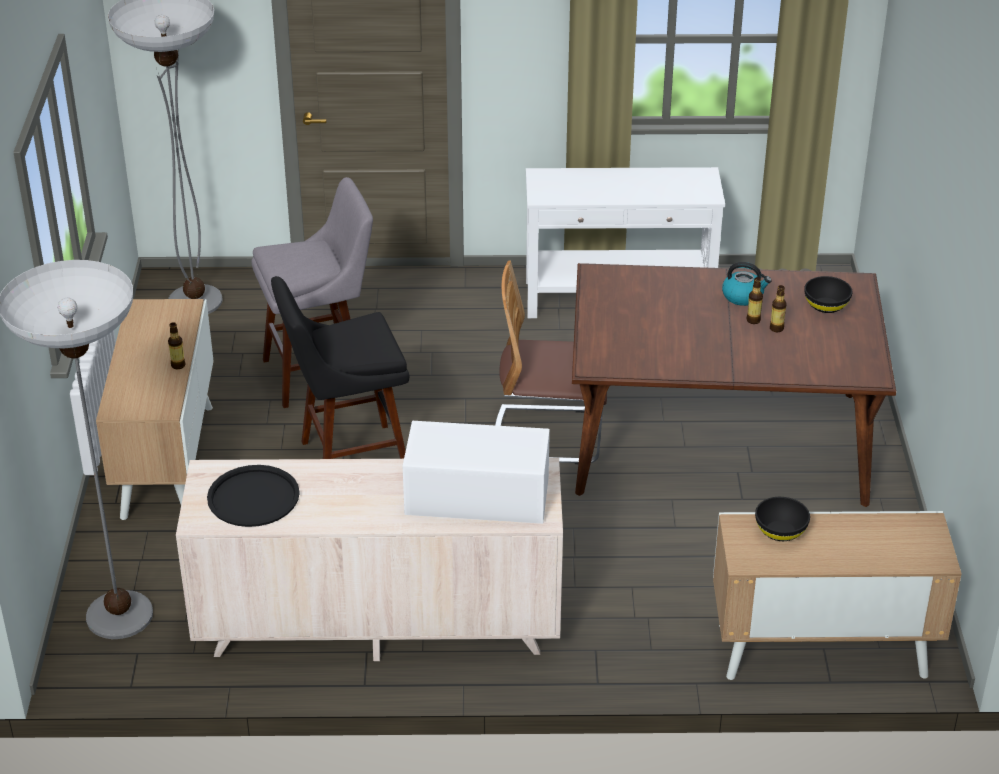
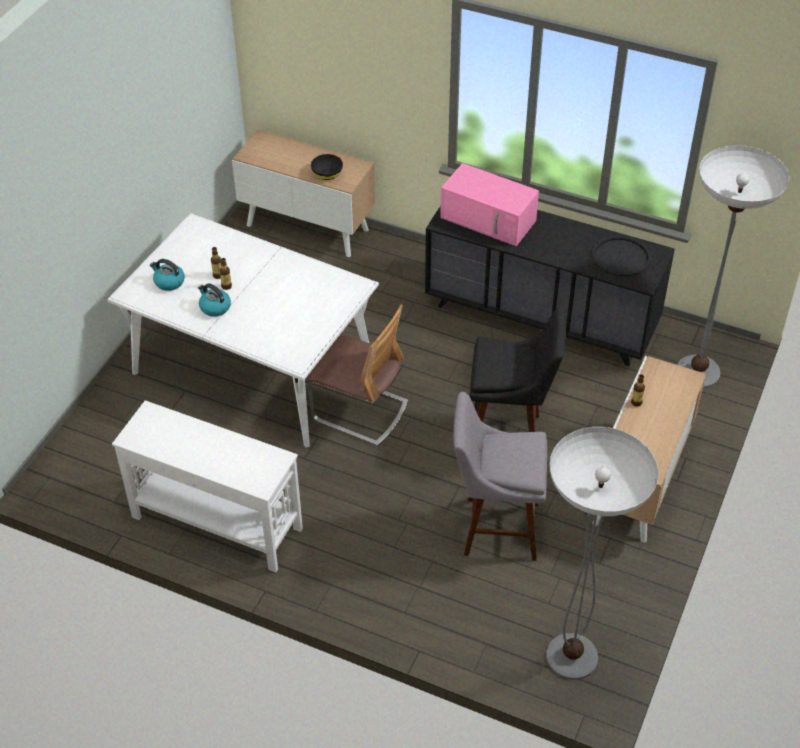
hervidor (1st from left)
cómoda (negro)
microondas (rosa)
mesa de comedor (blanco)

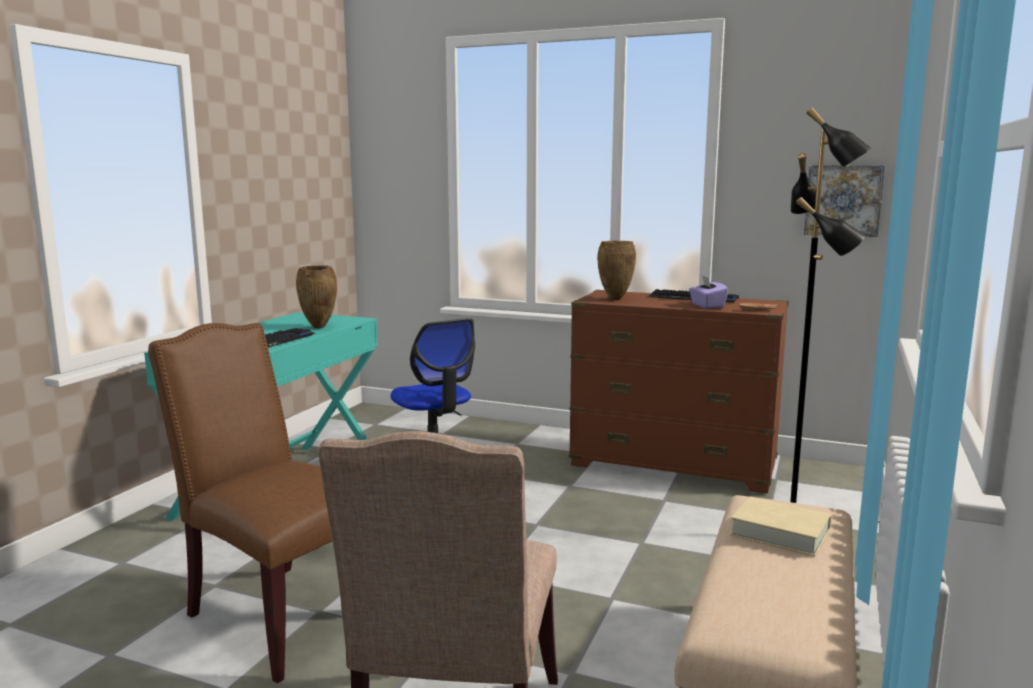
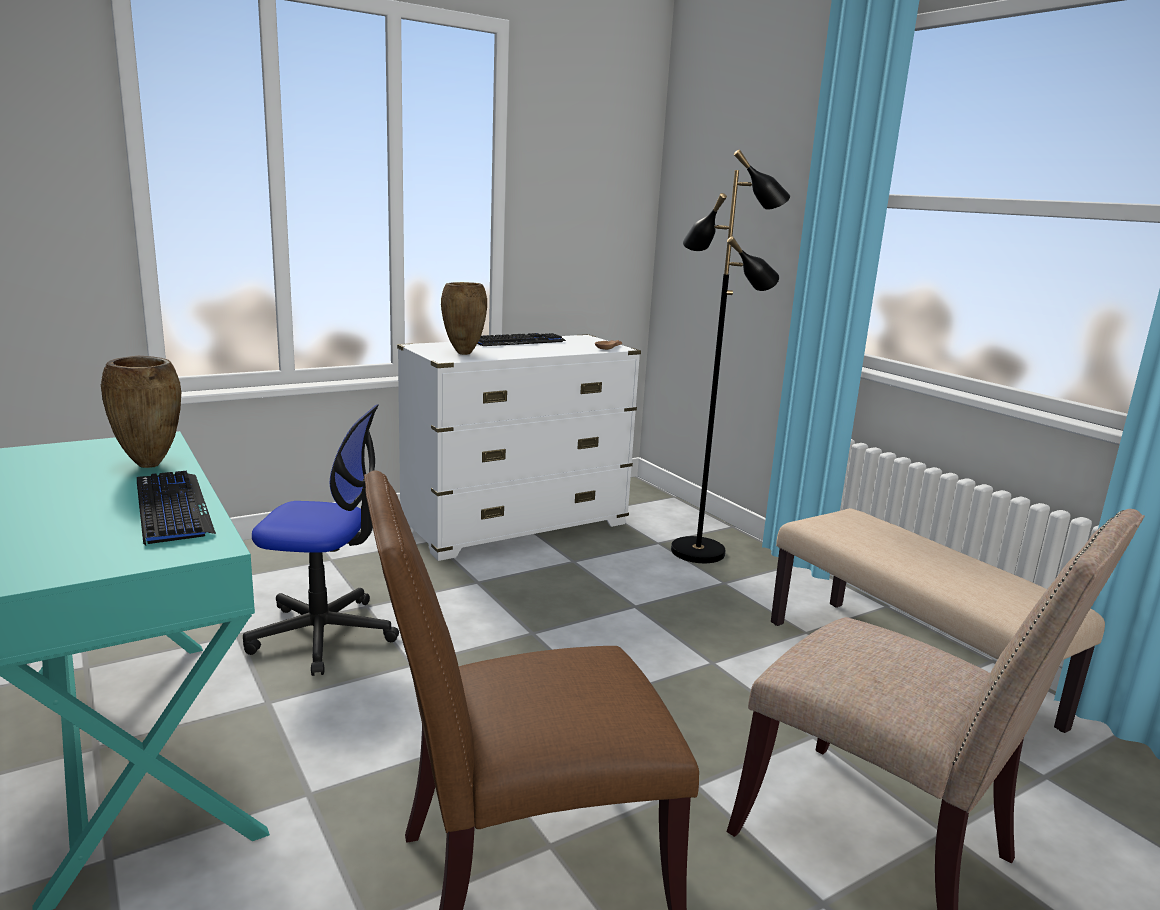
caja de pañuelos (morado)
libro (beis)
cuadro
cómoda (blanco)

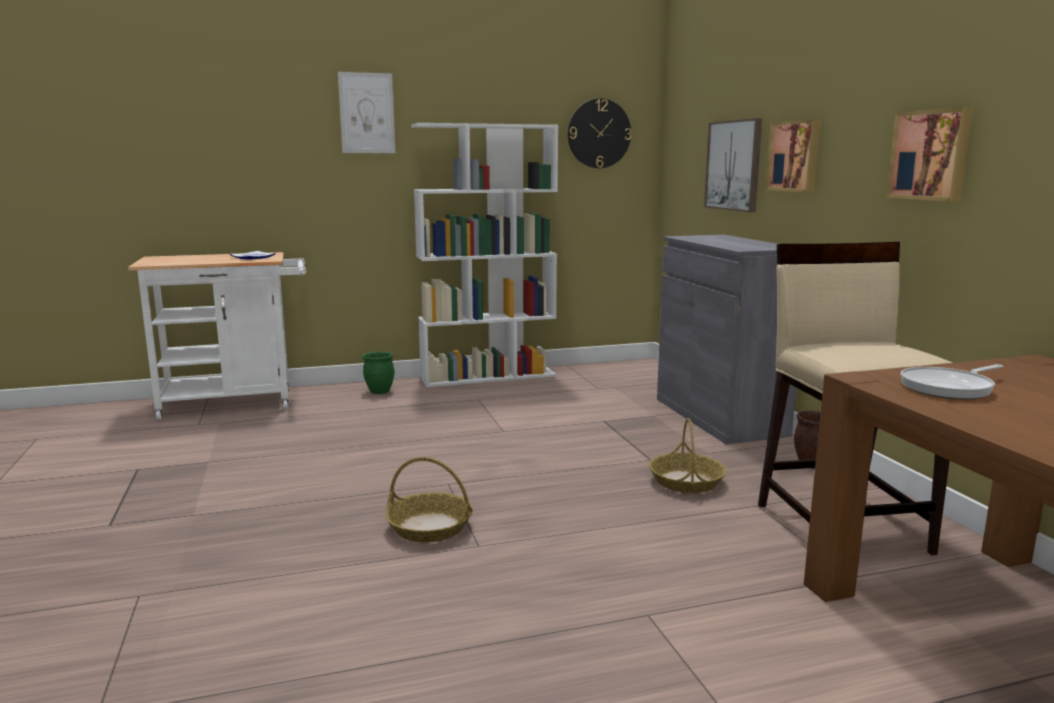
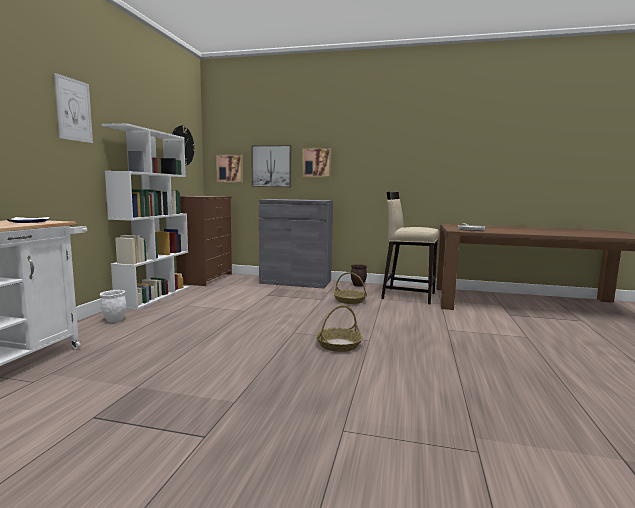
cómoda (marrón)
cuadro (2nd from left)
maceta (blanco)

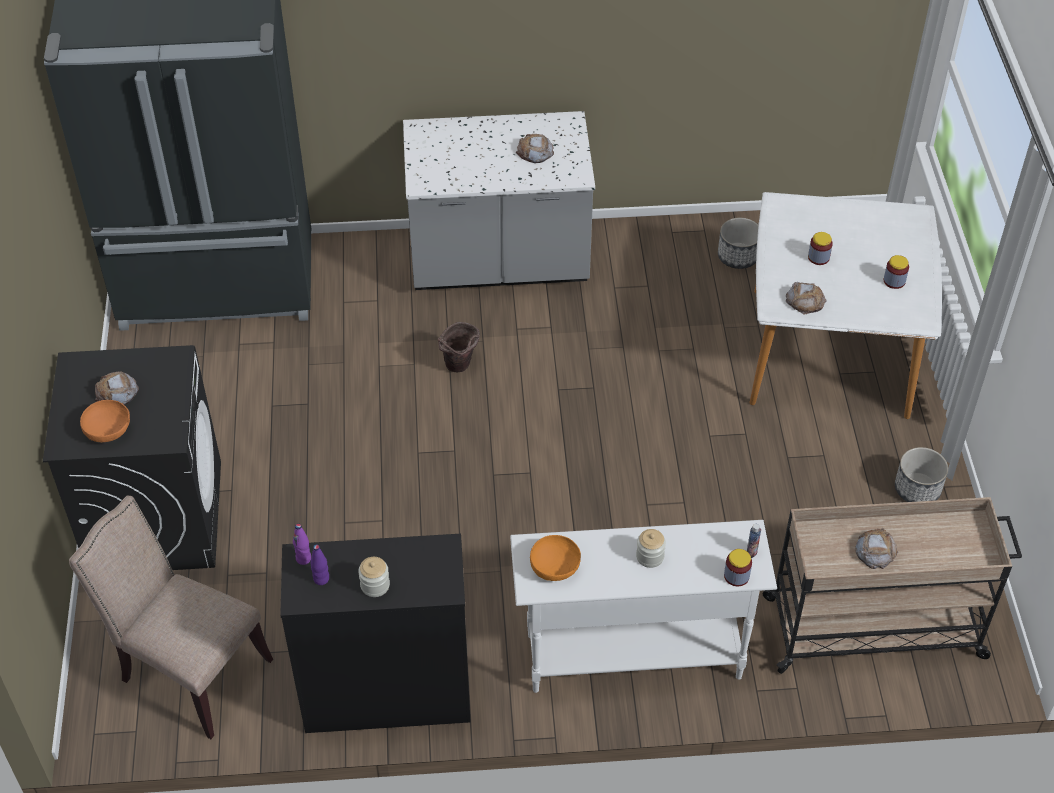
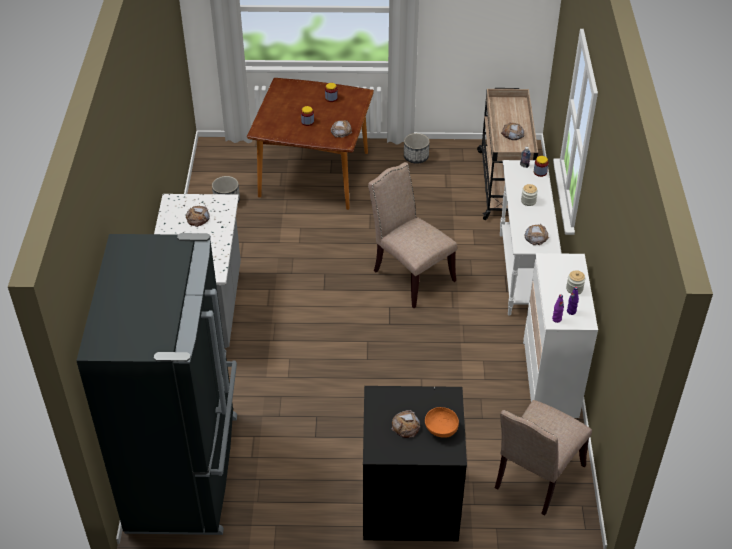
cubo (marrón)
silla (beis) (1st from left)
pan (5th from left)
cómoda (blanco)
mesa de comedor (marrón)

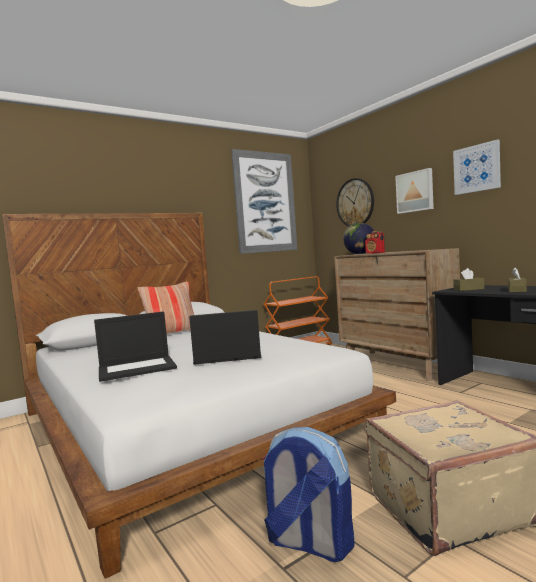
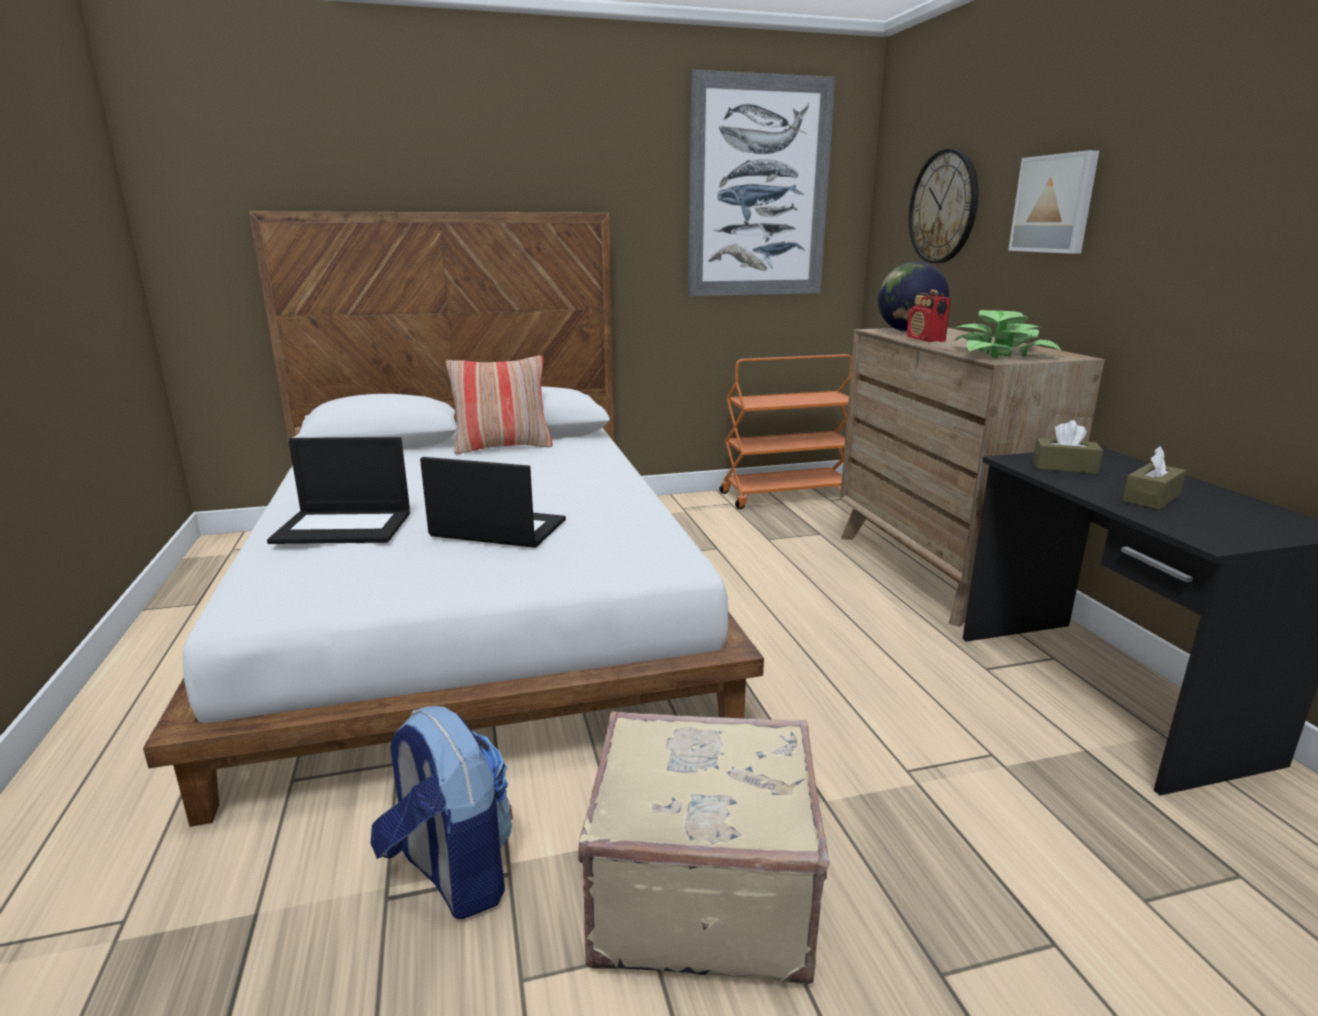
cuadro (3rd from left in the first image)
planta en maceta

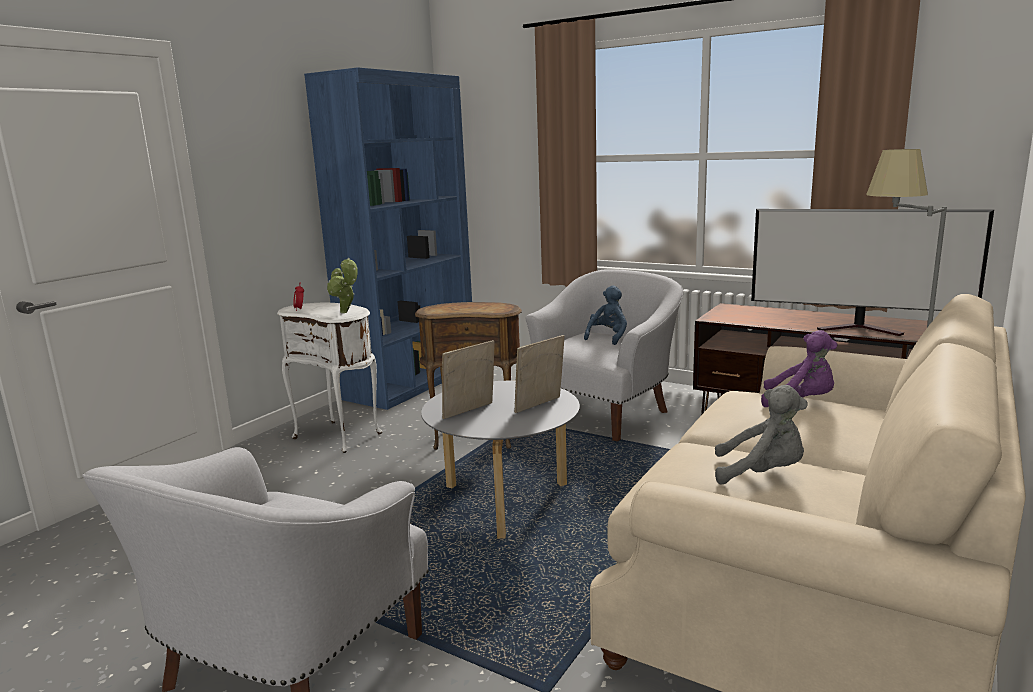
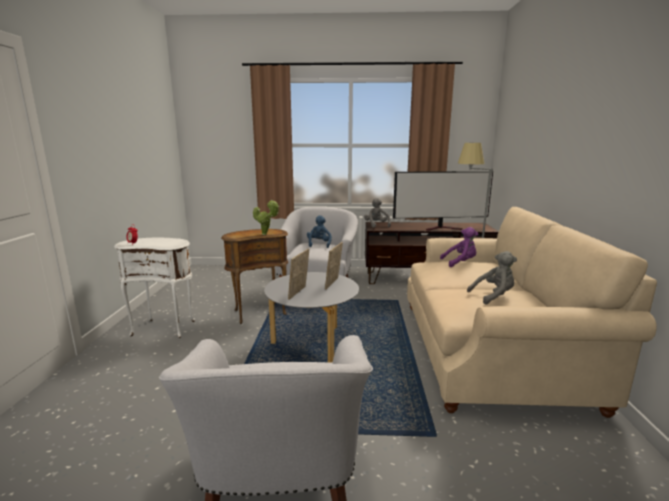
estantería (azul)
peluche (gris) (1st from left)
planta en maceta

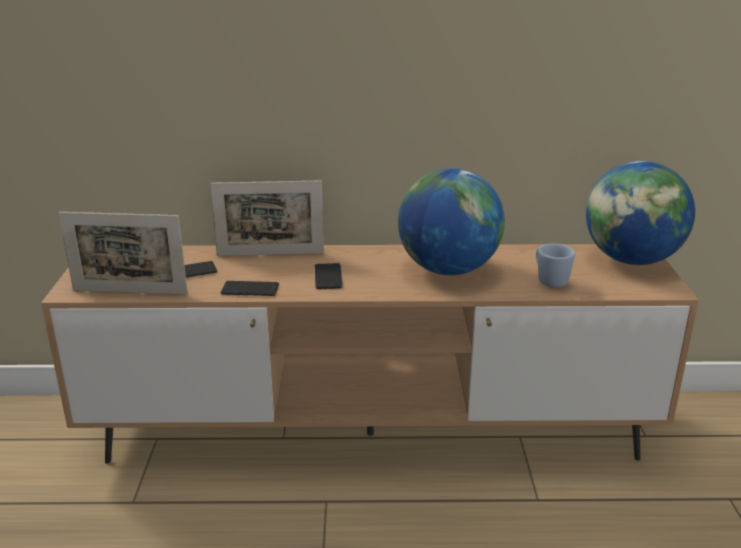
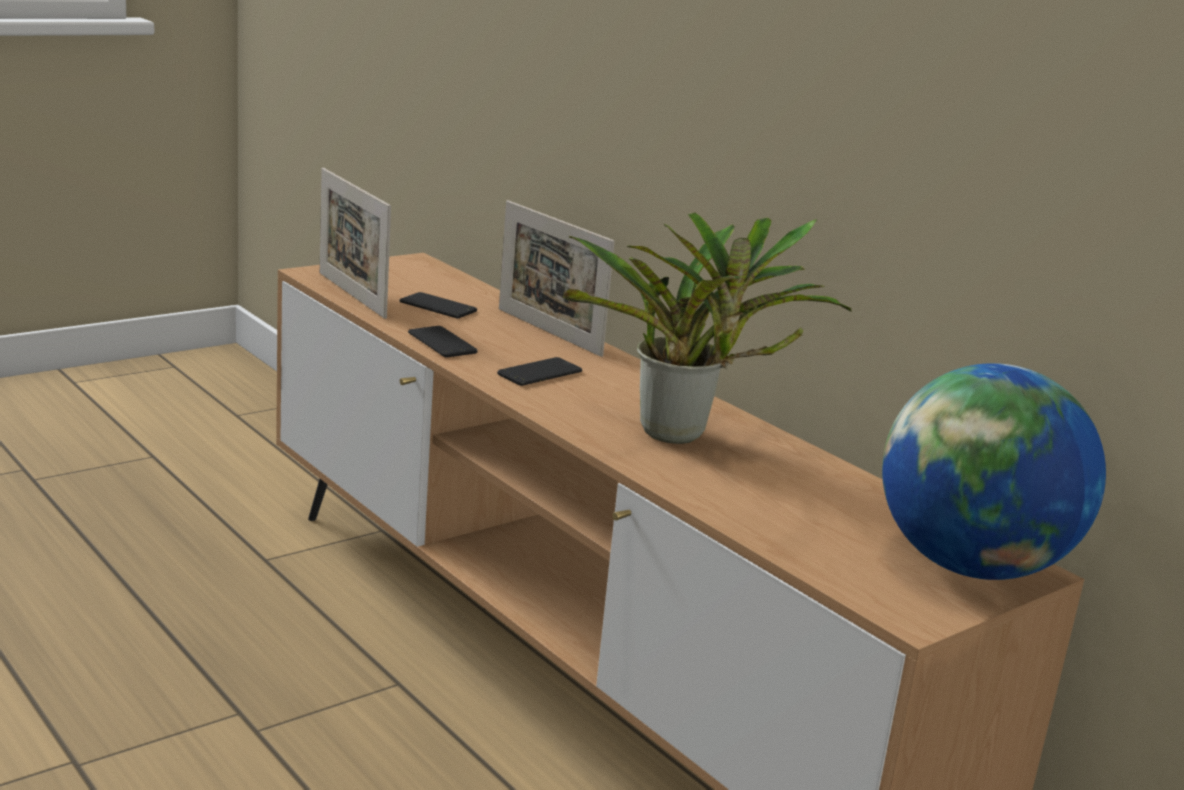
taza grande (azul)
planta en maceta

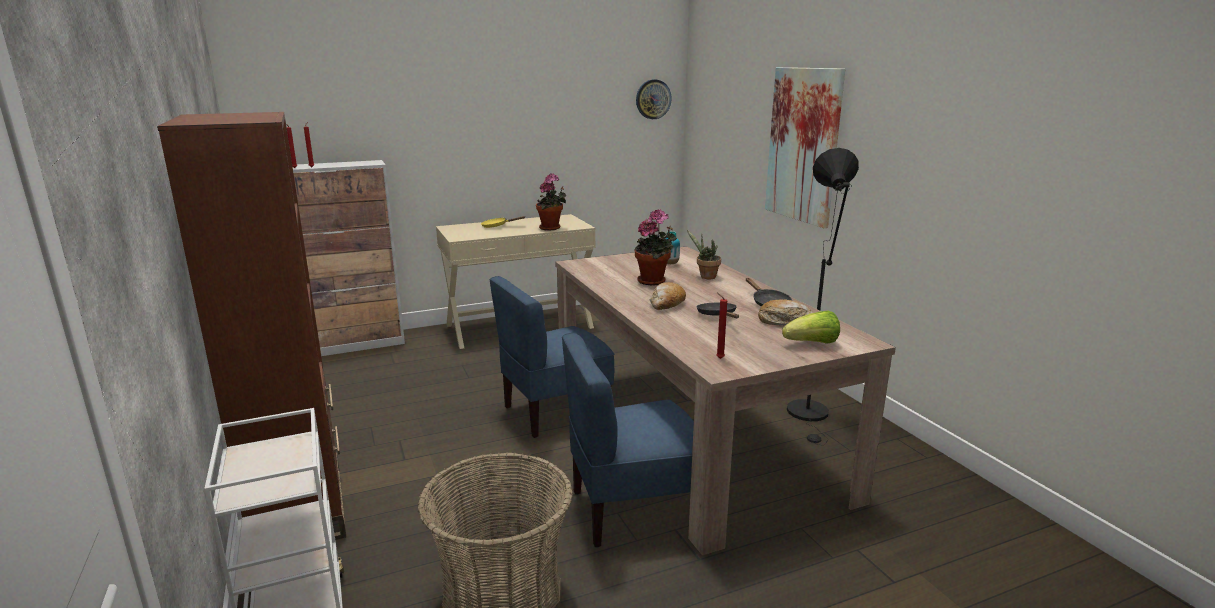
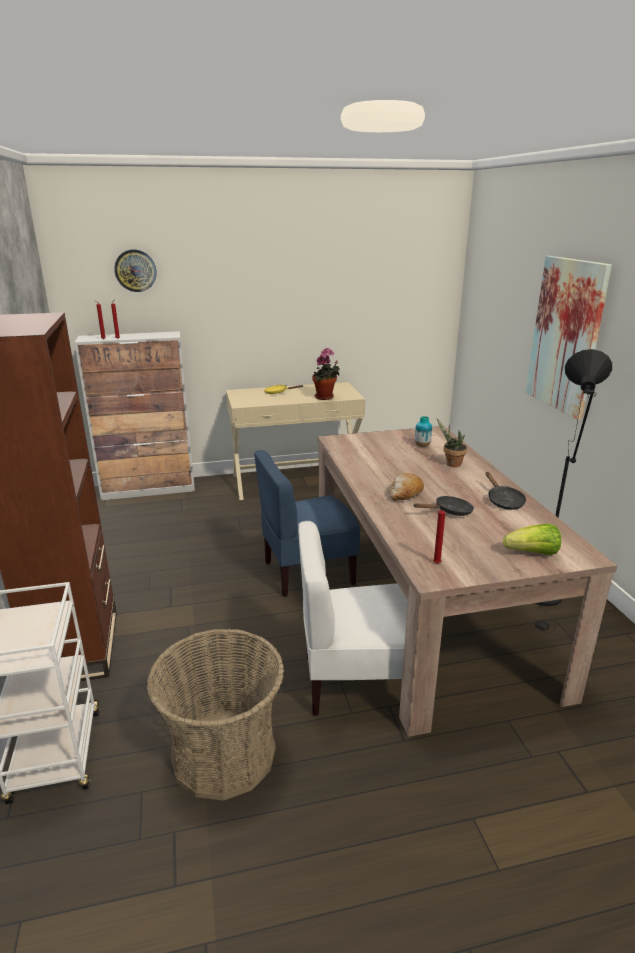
planta en maceta (2nd from left in the first image)
pan (2nd from left in the first image)
reloj de pared
silla (blanco)
sartén (negro) (1st from left)

